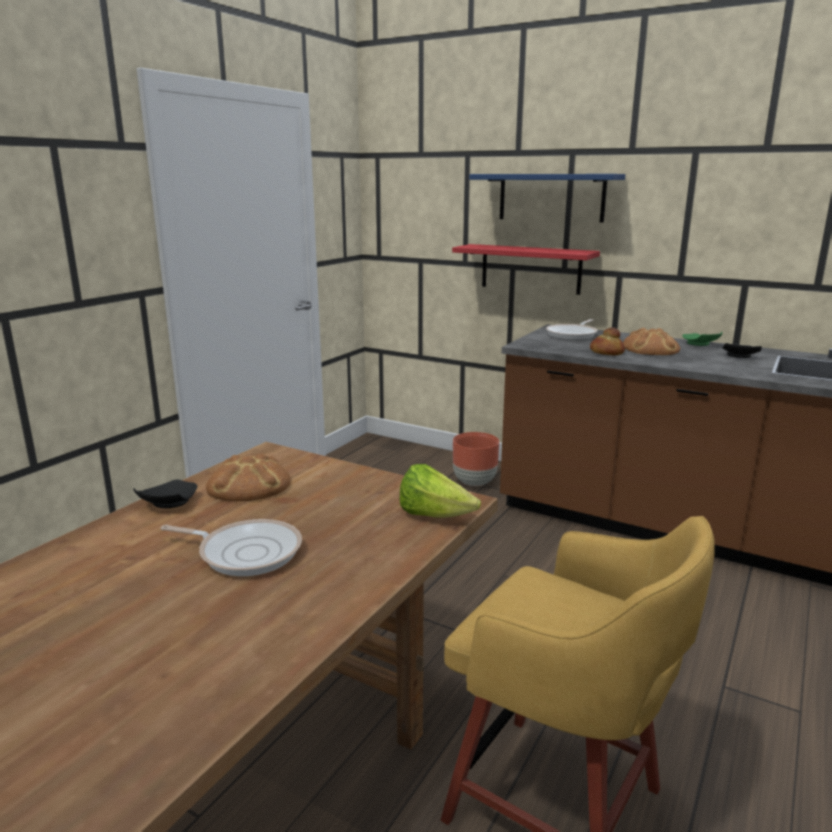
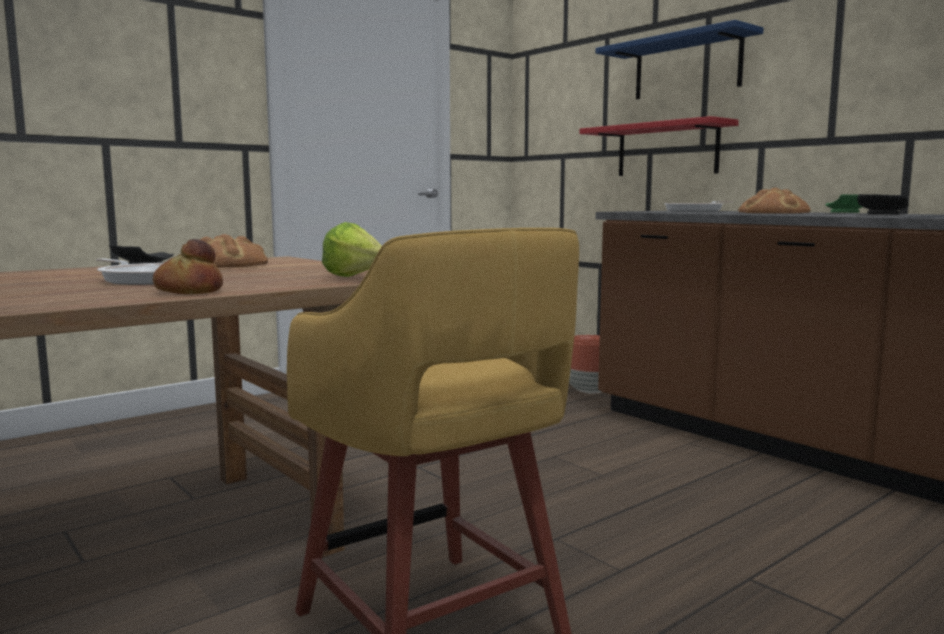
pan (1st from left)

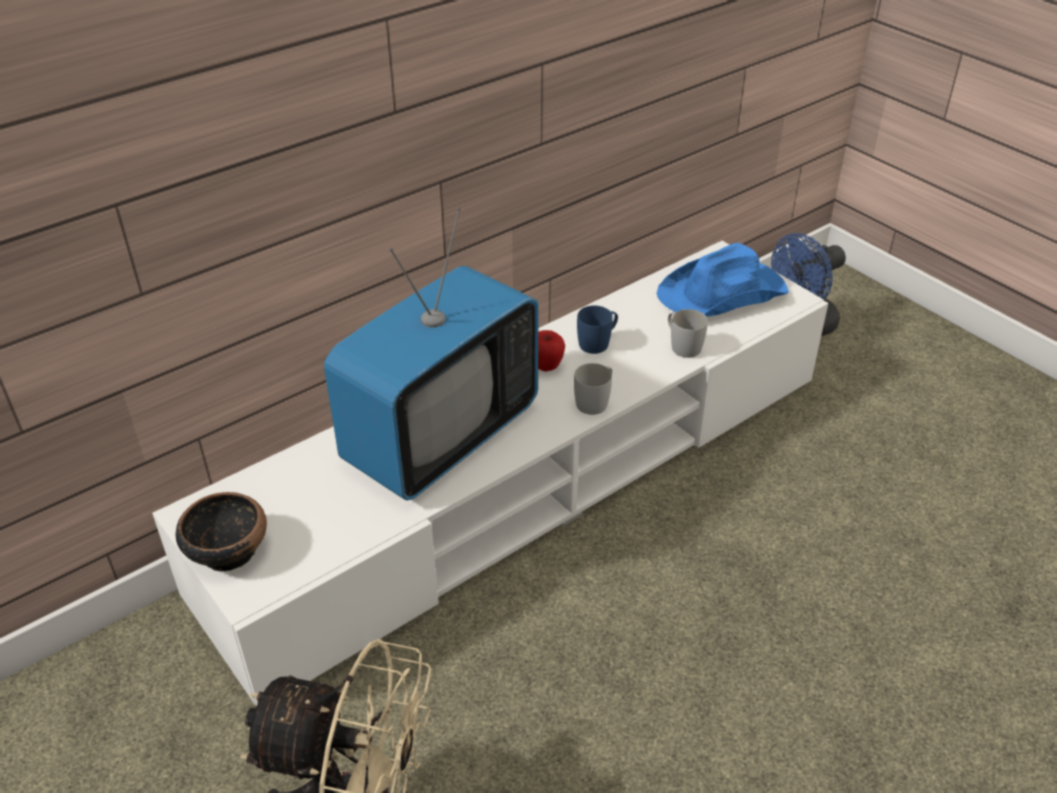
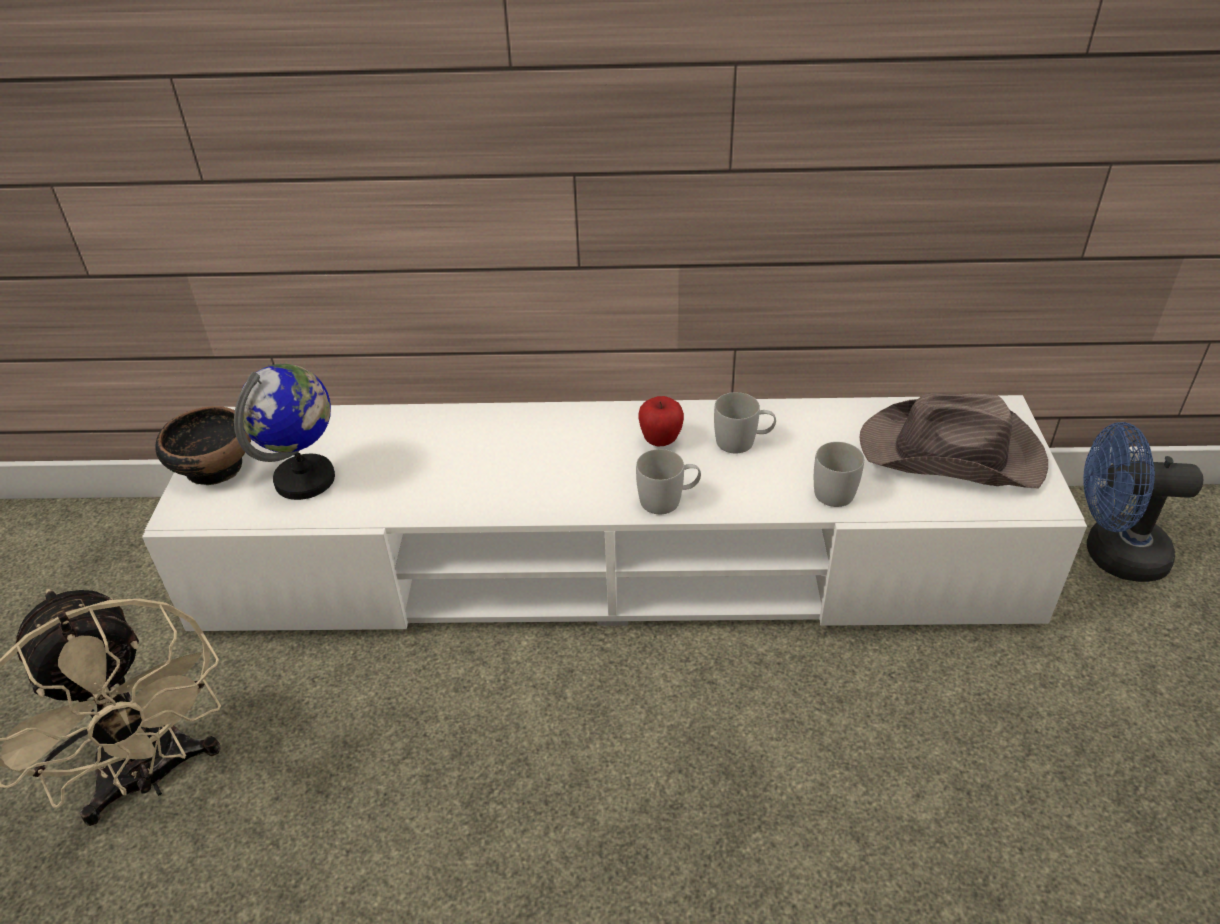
televisor
globo terráqueo
taza grande (blanco) (2nd from left)
sombrero (marrón)

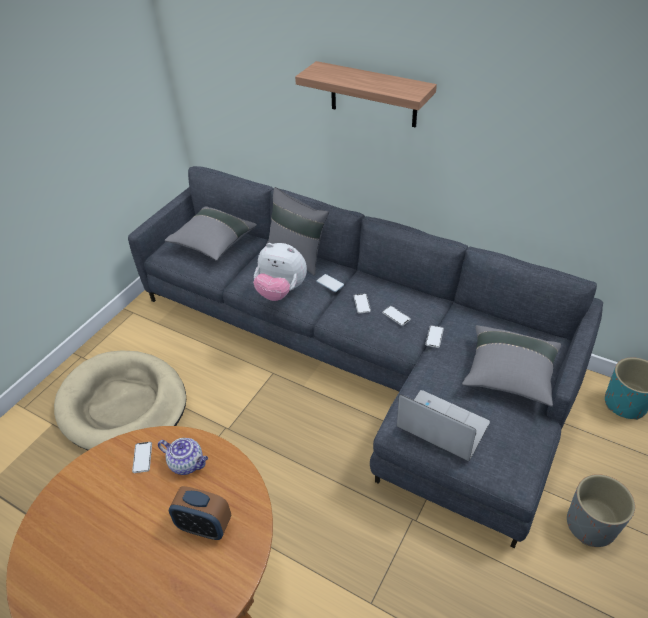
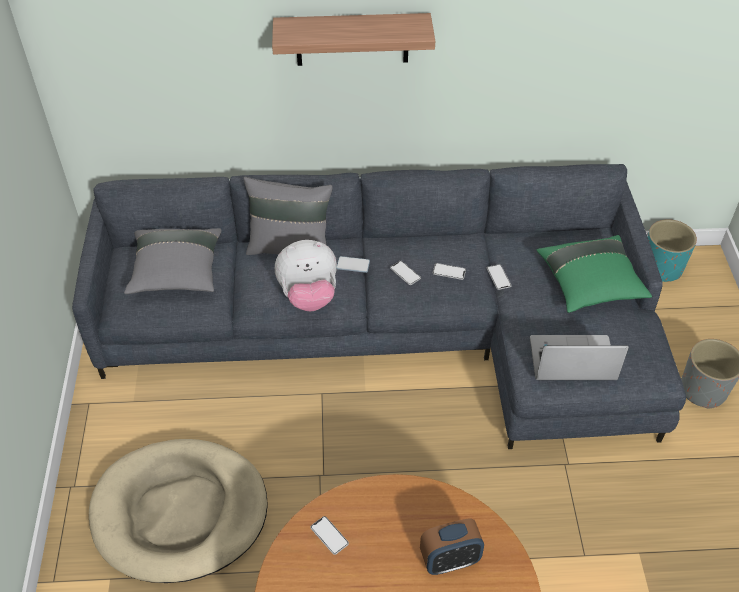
tetera
cojín (verde)

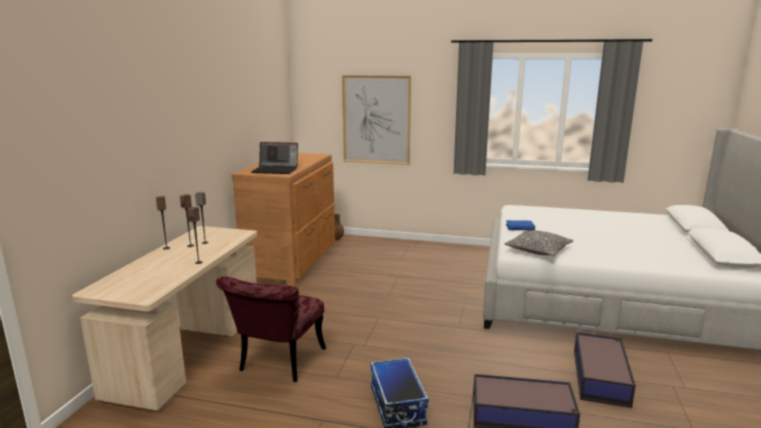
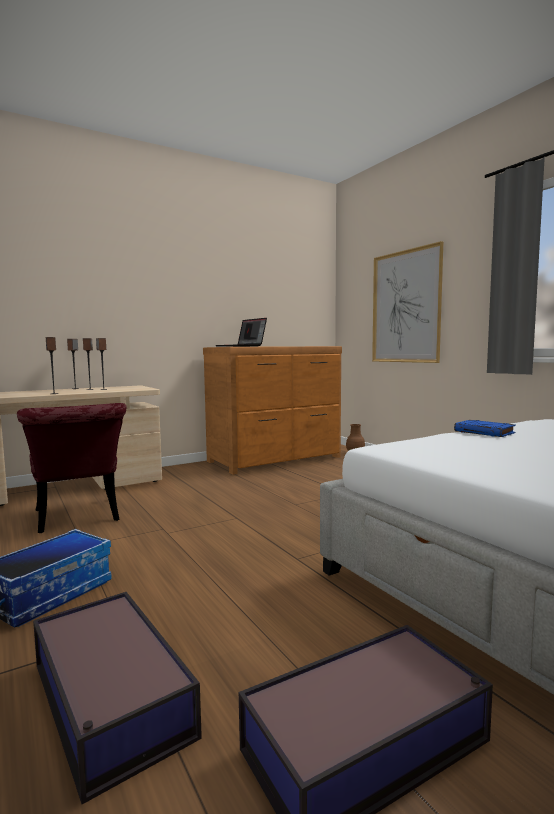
cojín
silla (rojo)

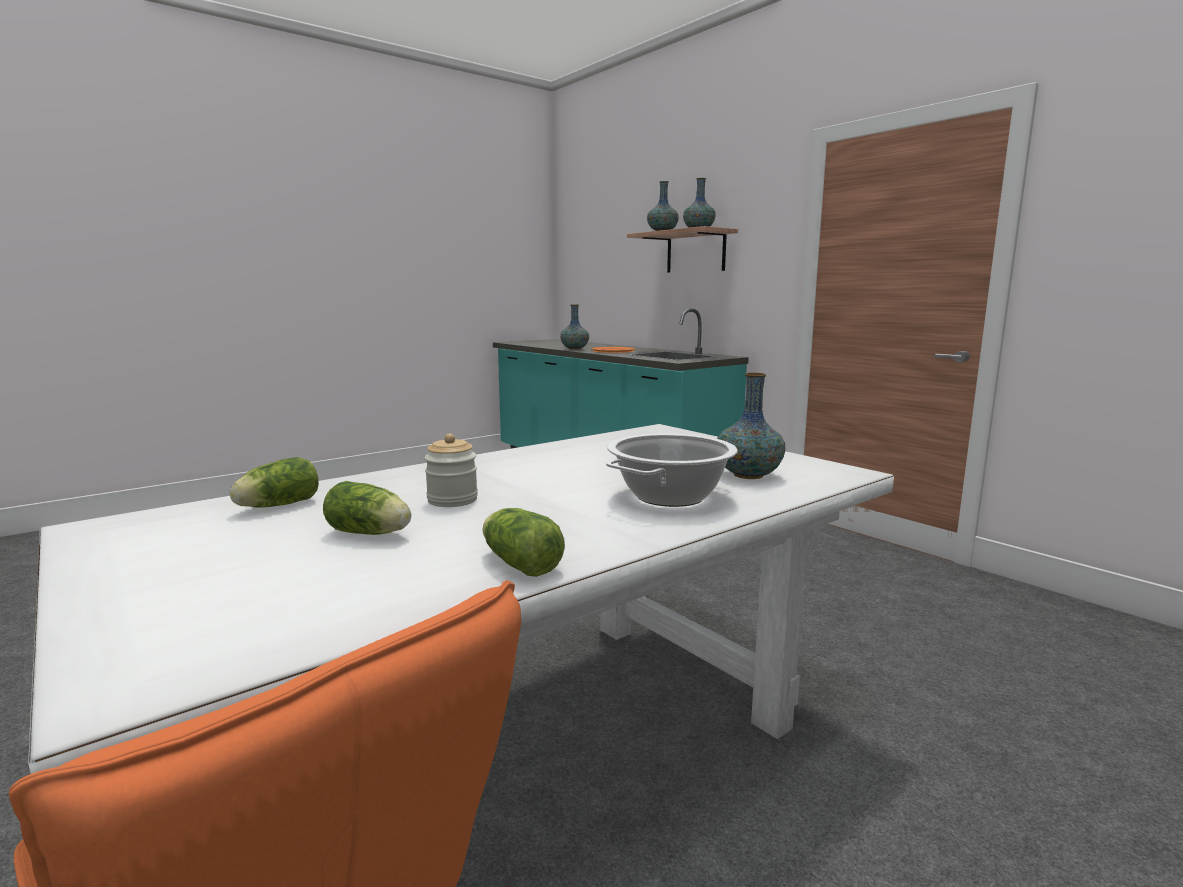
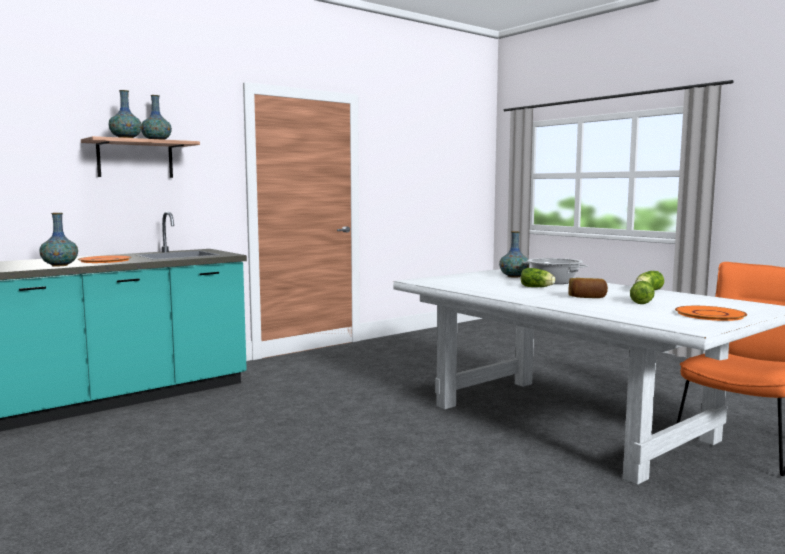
plato (naranja) (2nd from left)
lechuga (1st from left)
pan

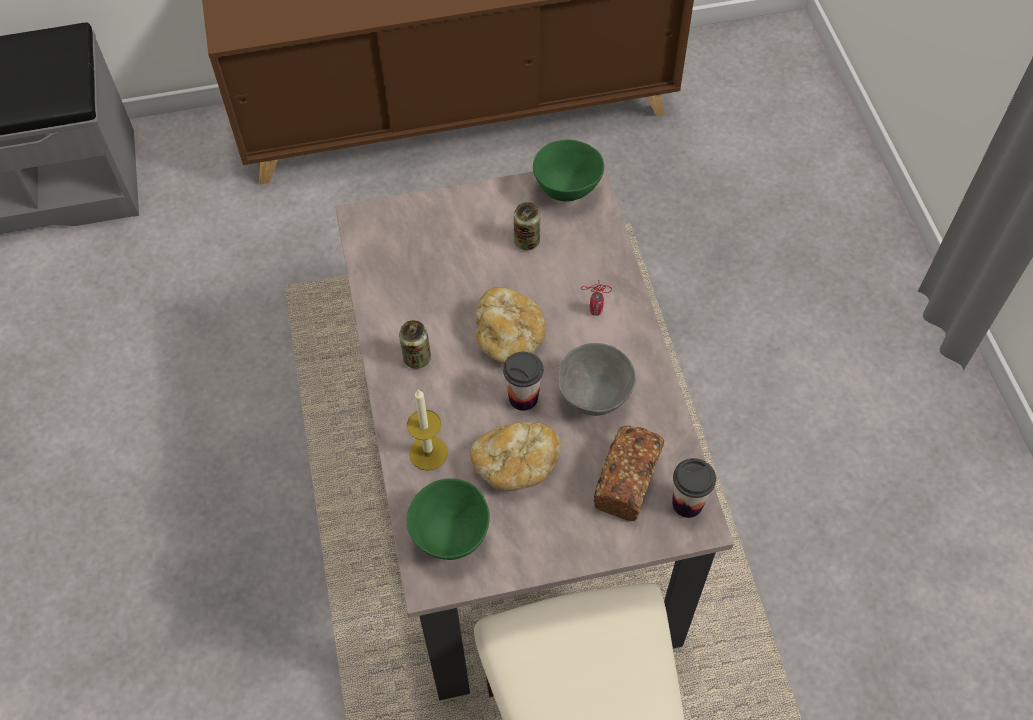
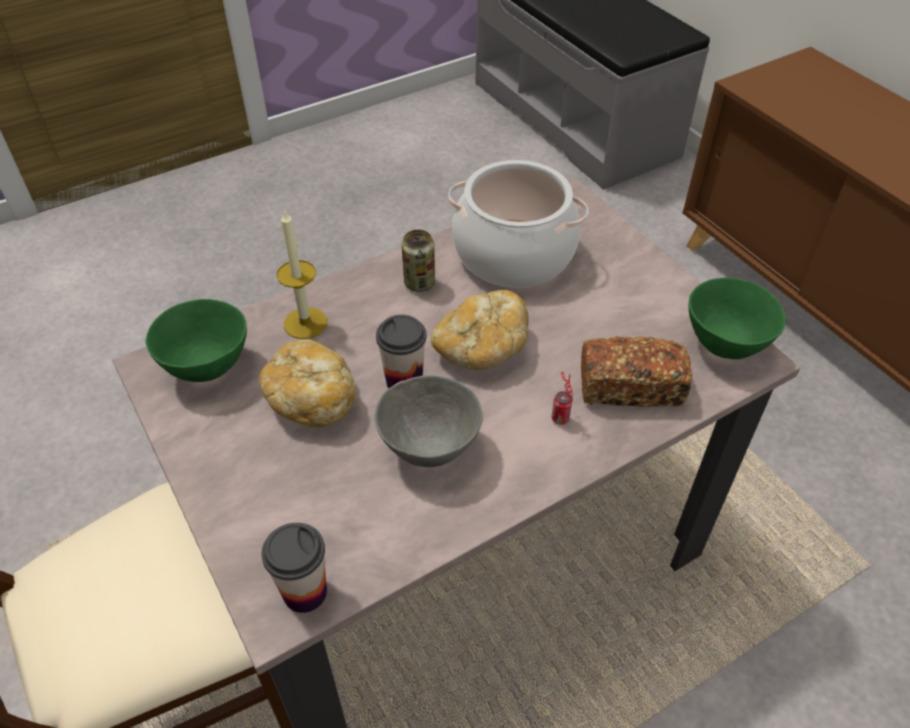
lata (2nd from left in the first image)
olla
pan (3rd from left)

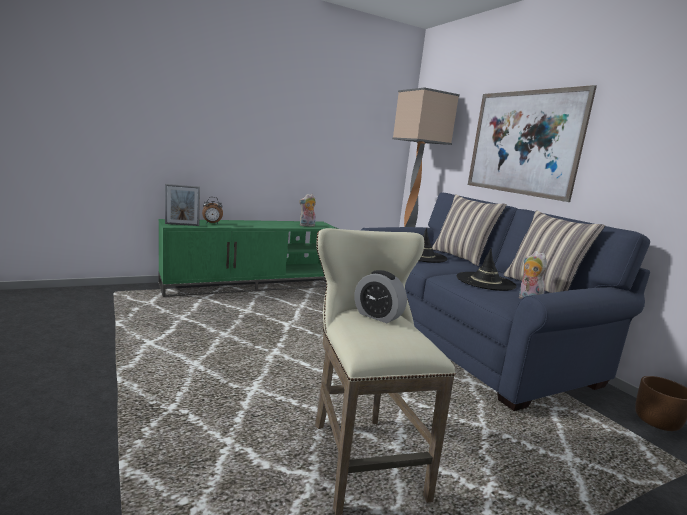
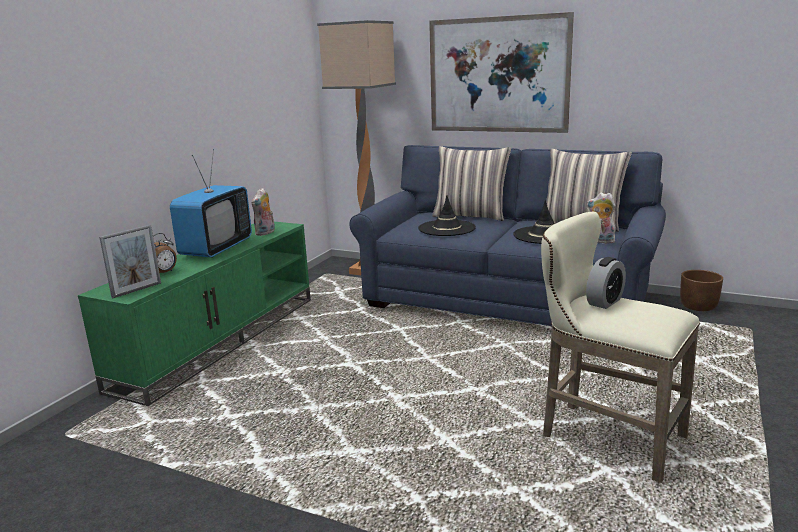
televisor
despertador (2nd from left)

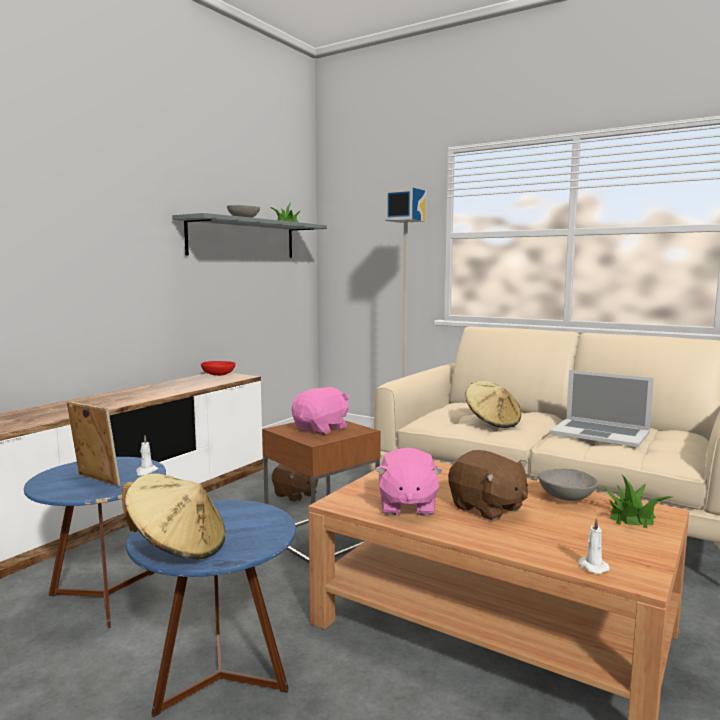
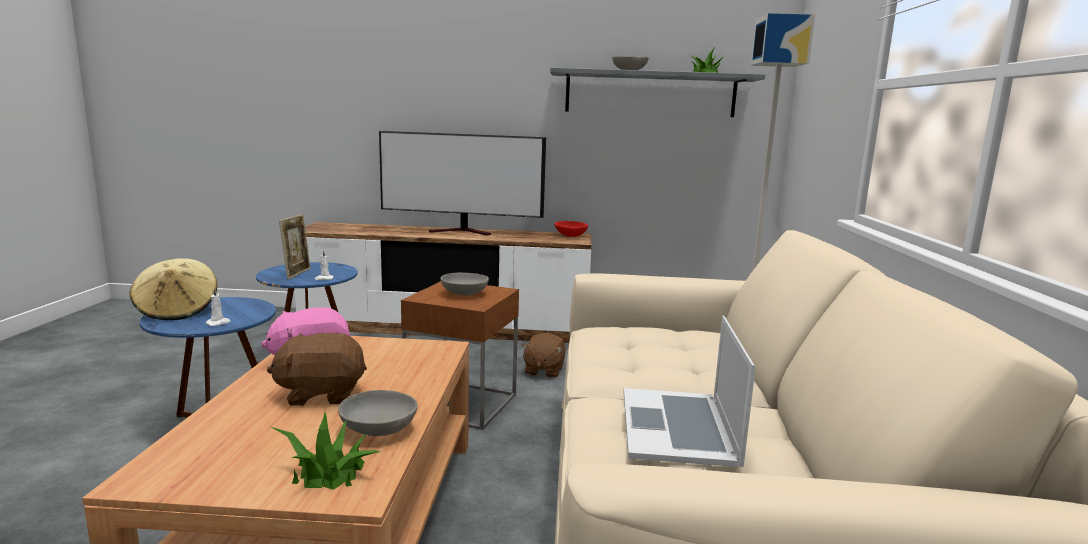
sombrero (beis) (2nd from left in the first image)
televisor
vela (blanco) (1st from left)
cuenco (gris) (2nd from left)
peluche (marrón) (1st from left)

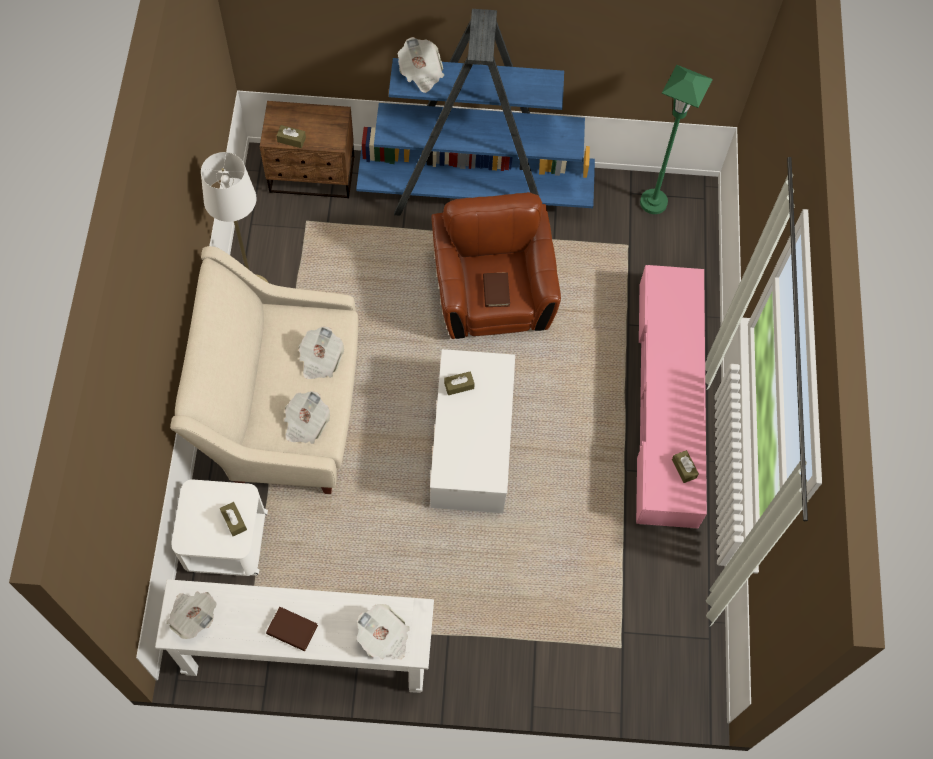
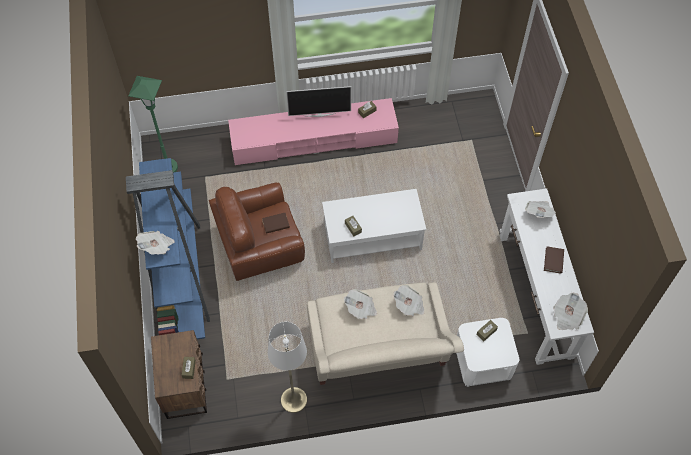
televisor

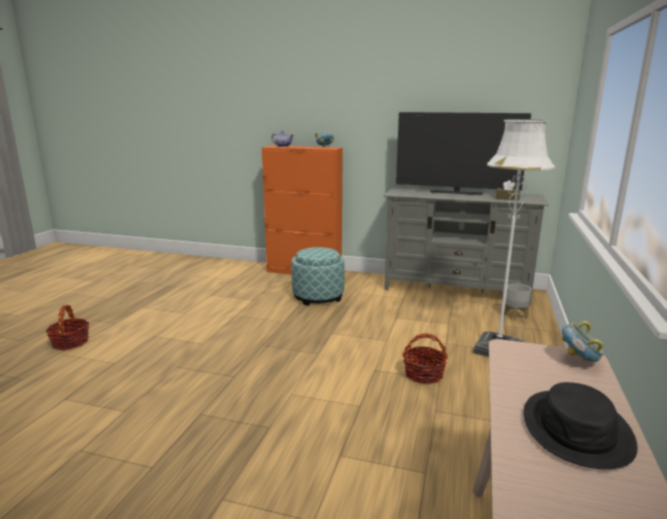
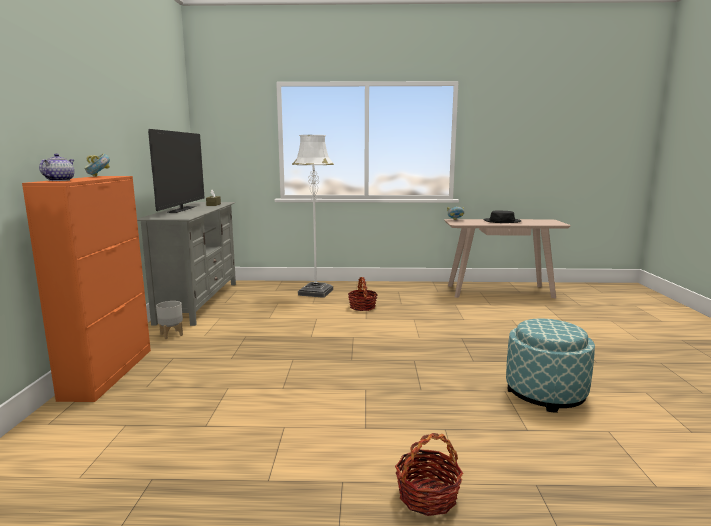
puf
maceta (gris)

